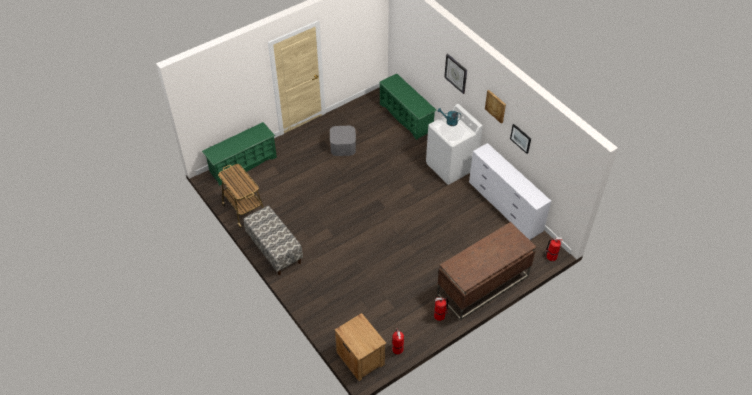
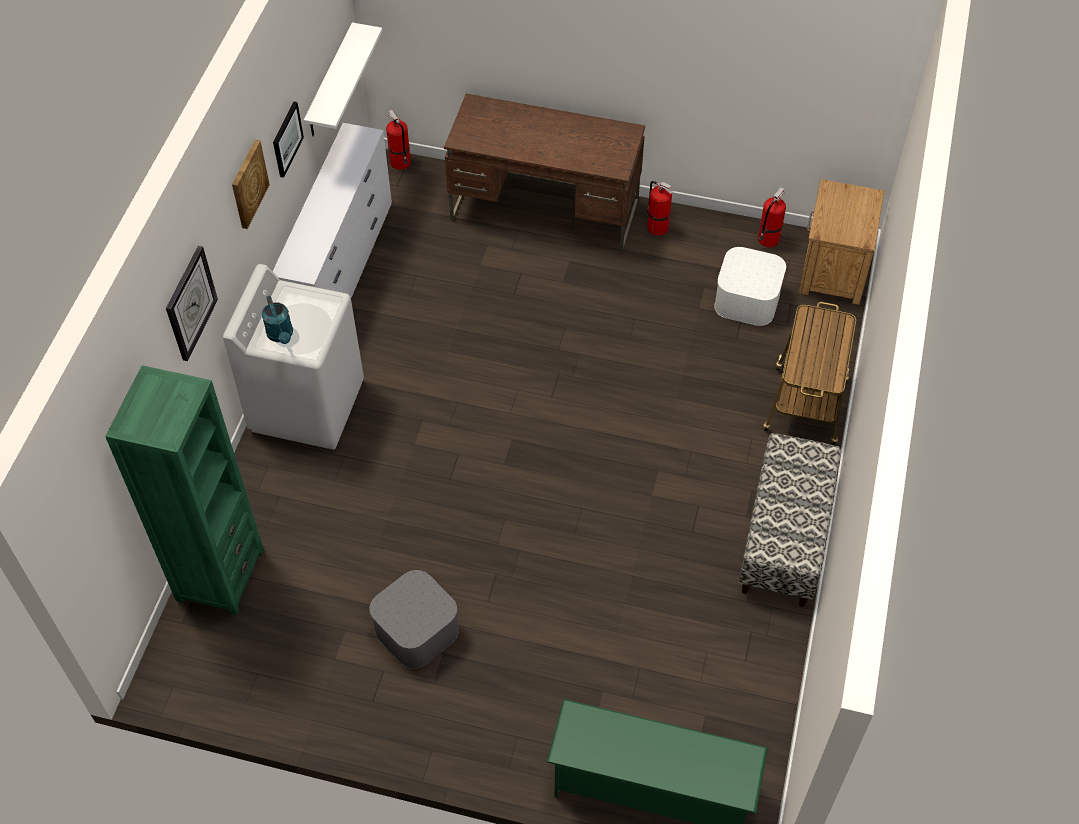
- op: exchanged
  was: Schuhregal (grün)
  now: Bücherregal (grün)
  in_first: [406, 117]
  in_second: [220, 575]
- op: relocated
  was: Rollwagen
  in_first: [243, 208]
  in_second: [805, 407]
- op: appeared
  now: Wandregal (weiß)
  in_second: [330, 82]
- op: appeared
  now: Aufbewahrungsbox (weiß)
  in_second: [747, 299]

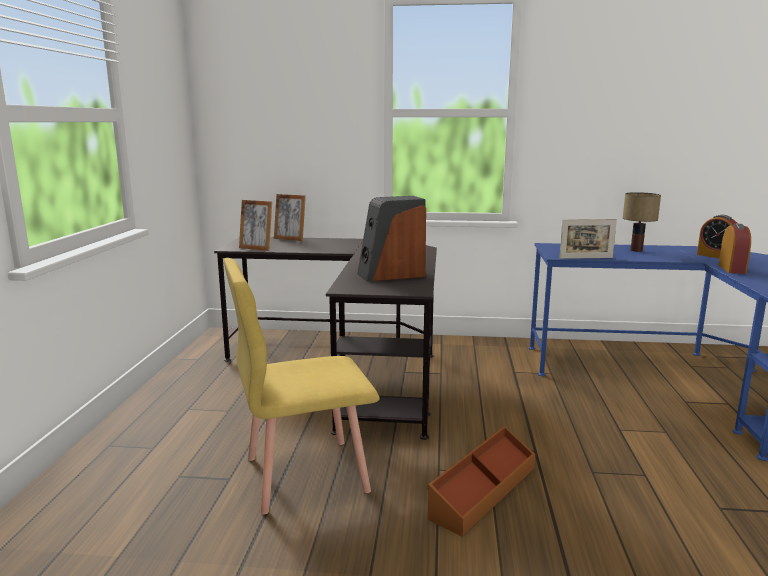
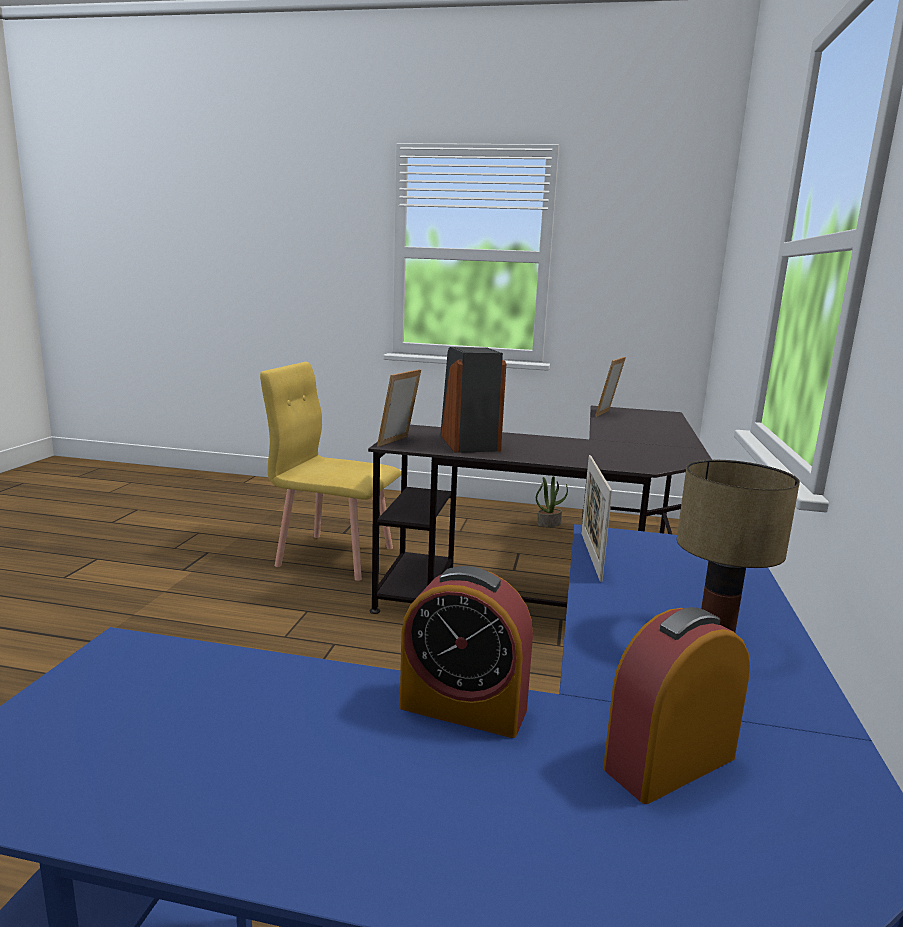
- op: relocated
  was: Bilderrahmen
  in_first: [290, 239]
  in_second: [398, 442]
- op: spun
  was: Stuhl (gelb)
  in_first: [304, 474]
  in_second: [335, 556]
  clockwise: -60
- op: missing
  was: Aufbewahrungsbox (braun)
  in_first: [482, 491]
- op: appeared
  now: Topfpflanze
  in_second: [548, 523]

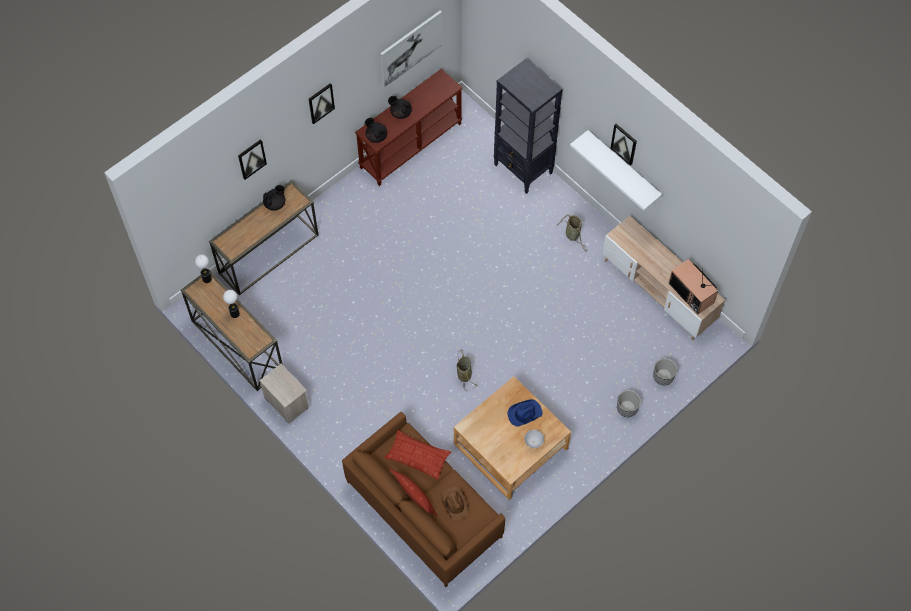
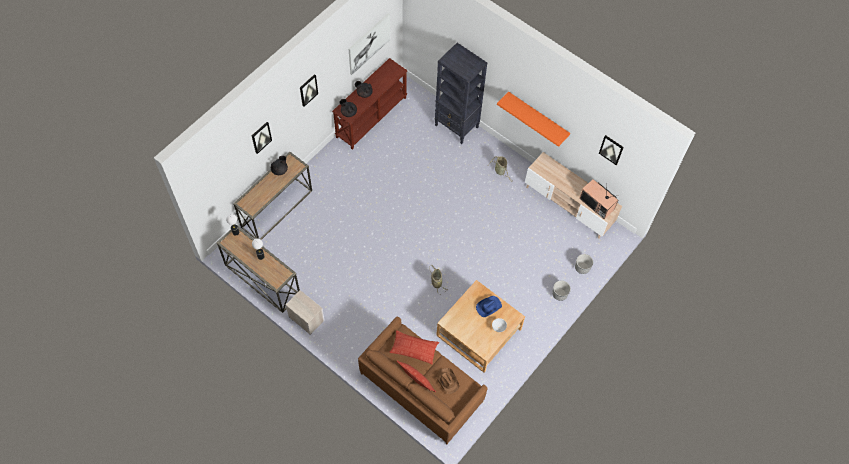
- op: relocated
  was: Bild
  in_first: [624, 144]
  in_second: [611, 149]
- op: colour
  was: Wandregal (weiß)
  now: Wandregal (orange)
  in_first: [623, 167]
  in_second: [538, 116]

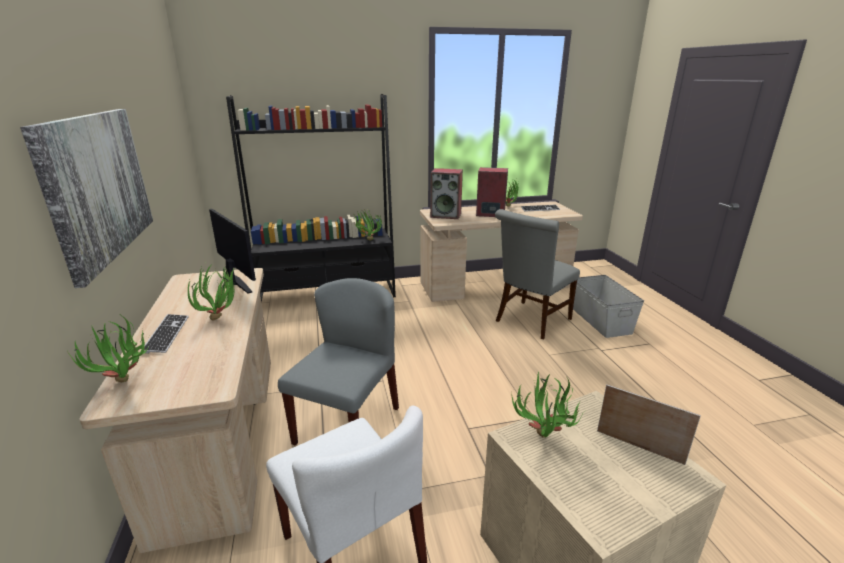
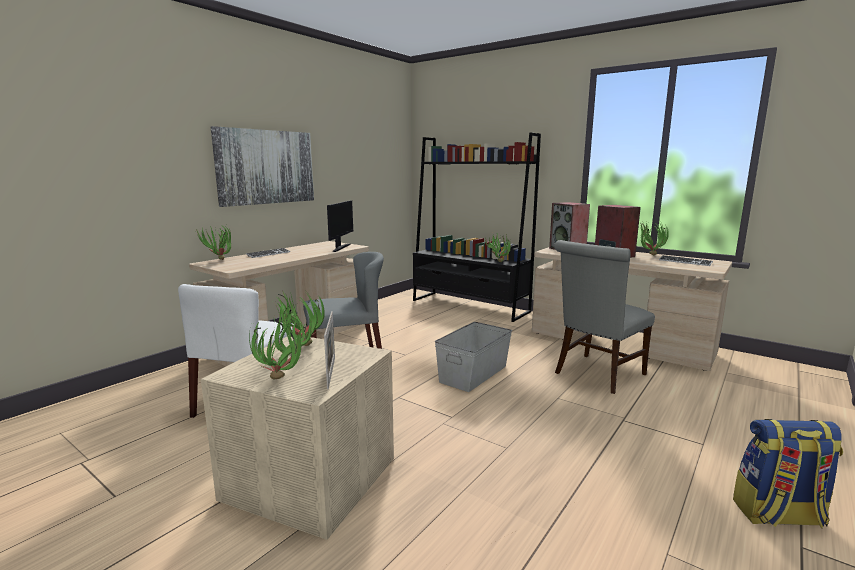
- op: spun
  was: Stuhl (grau)
  in_first: [530, 321]
  in_second: [596, 375]
  clockwise: -45
- op: relocated
  was: Topfpflanze
  in_first: [222, 318]
  in_second: [284, 380]
- op: relocated
  was: Aufbewahrungsbox (grau)
  in_first: [600, 320]
  in_second: [472, 374]
- op: appeared
  now: Rucksack
  in_second: [778, 515]

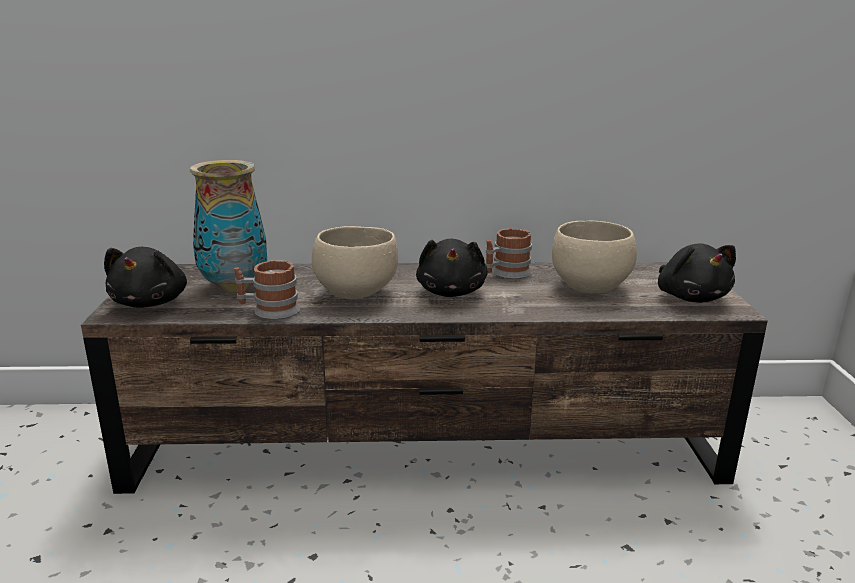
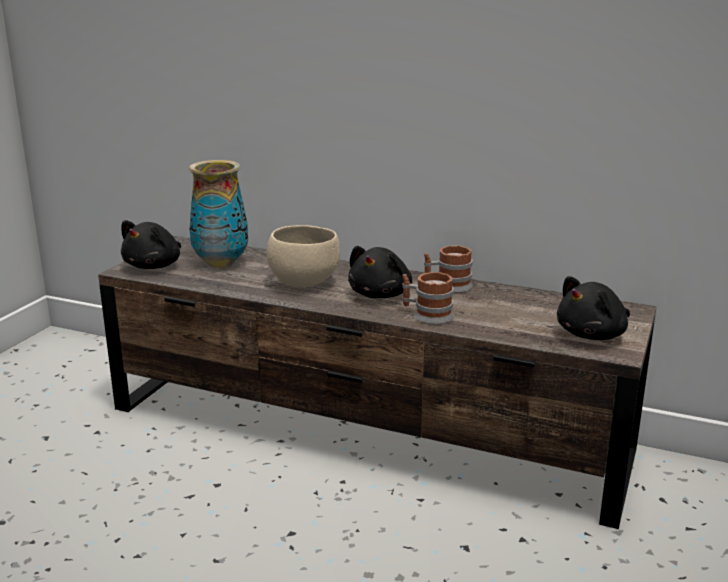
- op: missing
  was: Schüssel (beige)
  in_first: [588, 287]
- op: spun
  was: Plüschtier (schwarz)
  in_first: [690, 297]
  in_second: [593, 335]
  clockwise: 45
- op: relocated
  was: Henkelbecher
  in_first: [269, 311]
  in_second: [427, 315]

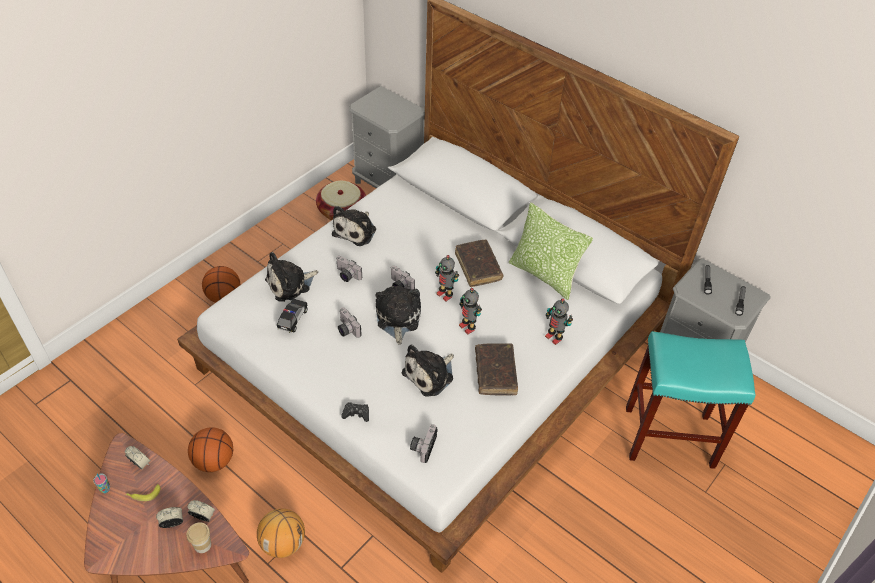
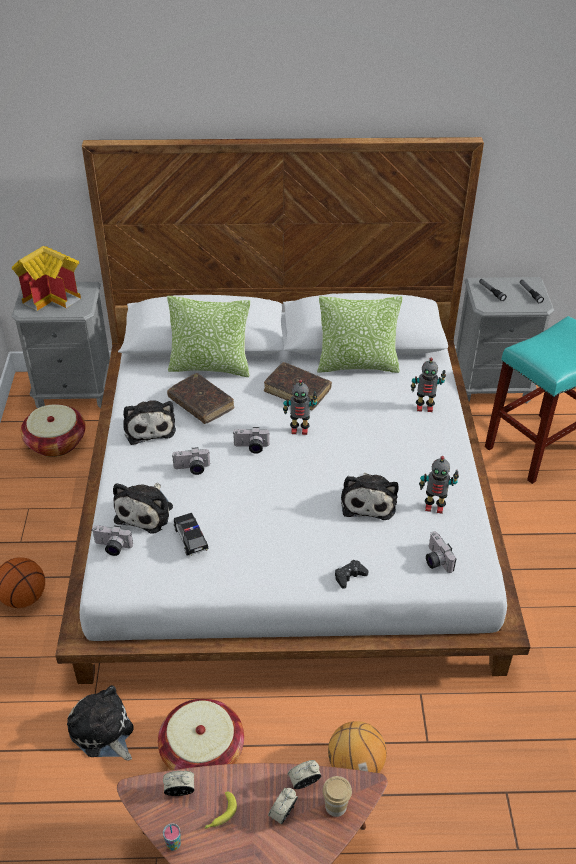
- op: relocated
  was: Plüschtier
  in_first: [397, 319]
  in_second: [103, 732]
- op: relocated
  was: Spielzeugroboter
  in_first: [468, 327]
  in_second: [434, 506]
- op: relocated
  was: Kamera
  in_first: [346, 329]
  in_second: [112, 547]
- op: relocated
  was: Buch (braun)
  in_first: [495, 373]
  in_second: [201, 404]
- op: exchanged
  was: Basketball
  now: Korb
  in_first: [214, 461]
  in_second: [202, 751]
- op: appeared
  now: Spielzeughaus
  in_second: [53, 297]
- op: appeared
  now: Kissen
  in_second: [210, 367]

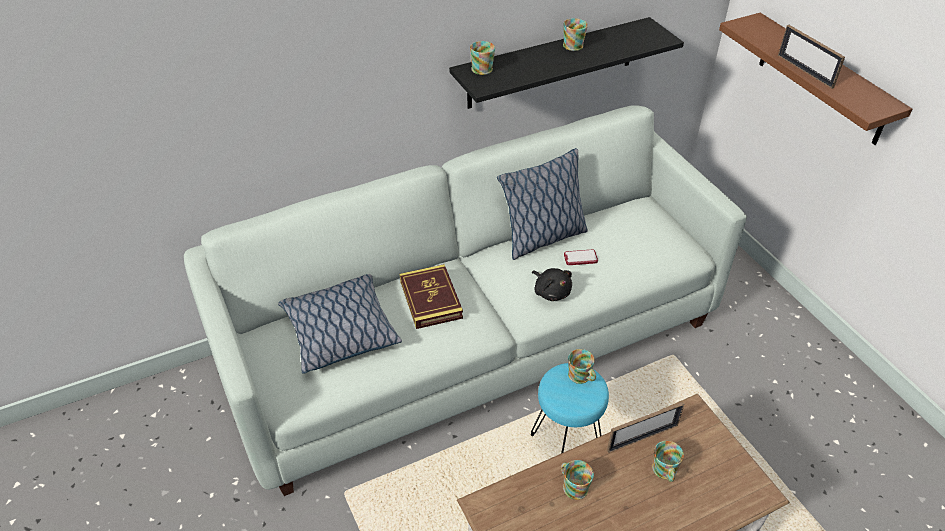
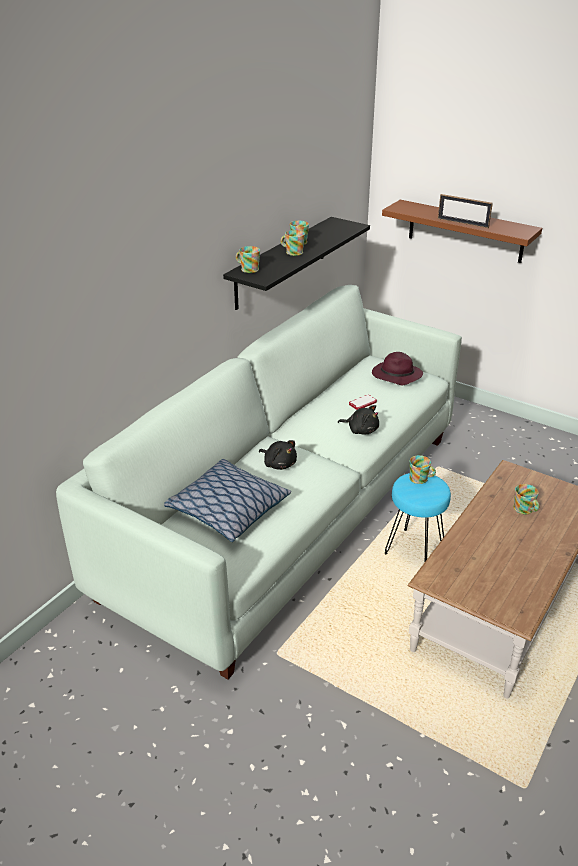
- op: missing
  was: Kissen
  in_first: [542, 238]
- op: exchanged
  was: Buch
  now: Plüschtier (schwarz)
  in_first: [430, 299]
  in_second: [279, 464]
- op: missing
  was: Bilderrahmen
  in_first: [642, 437]
- op: relocated
  was: Henkelbecher
  in_first: [573, 485]
  in_second: [292, 252]
- op: appeared
  now: Hut (lila)
  in_second: [396, 376]

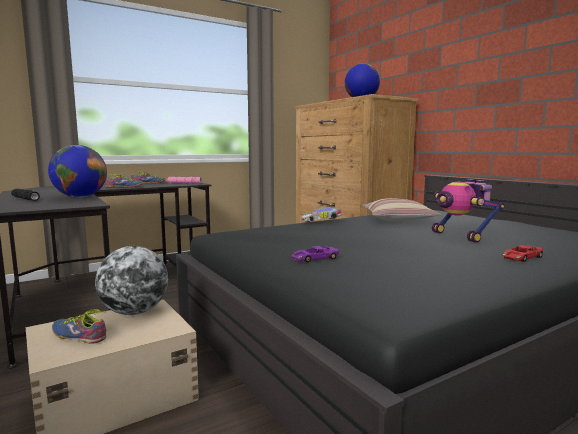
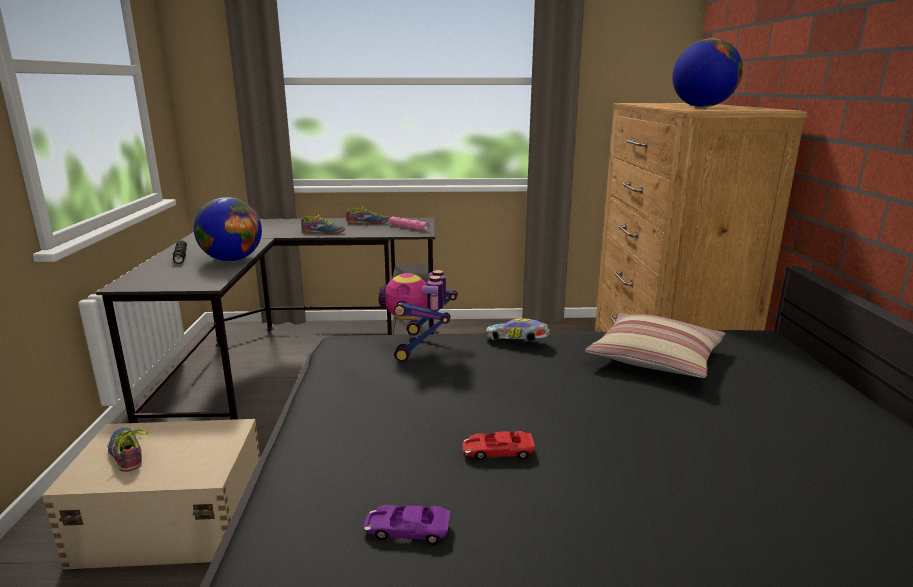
- op: relocated
  was: Spielzeugroboter
  in_first: [460, 236]
  in_second: [419, 346]
- op: relocated
  was: Spielzeugauto (rot)
  in_first: [521, 258]
  in_second: [497, 451]
- op: missing
  was: Globus
  in_first: [135, 312]
- op: relocated
  was: Spielzeugauto (lila)
  in_first: [314, 258]
  in_second: [407, 529]

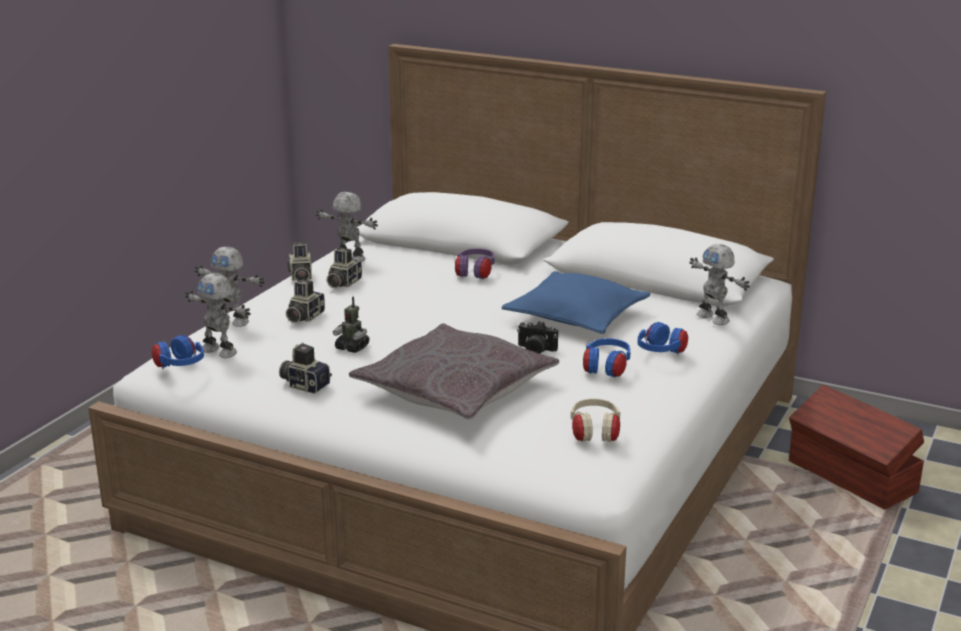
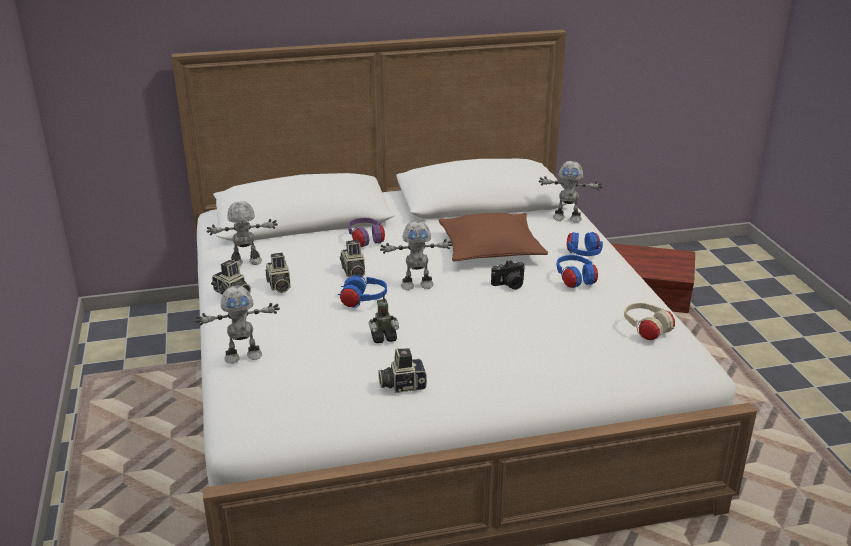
- op: colour
  was: Kissen (blau)
  now: Kissen (braun)
  in_first: [576, 317]
  in_second: [490, 249]
- op: relocated
  was: Spielzeugroboter
  in_first: [220, 351]
  in_second: [417, 285]
- op: relocated
  was: Kamera
  in_first: [304, 317]
  in_second: [353, 272]
- op: missing
  was: Kissen (grau)
  in_first: [455, 389]
- op: relocated
  was: Kopfhörer (blau)
  in_first: [180, 367]
  in_second: [363, 302]

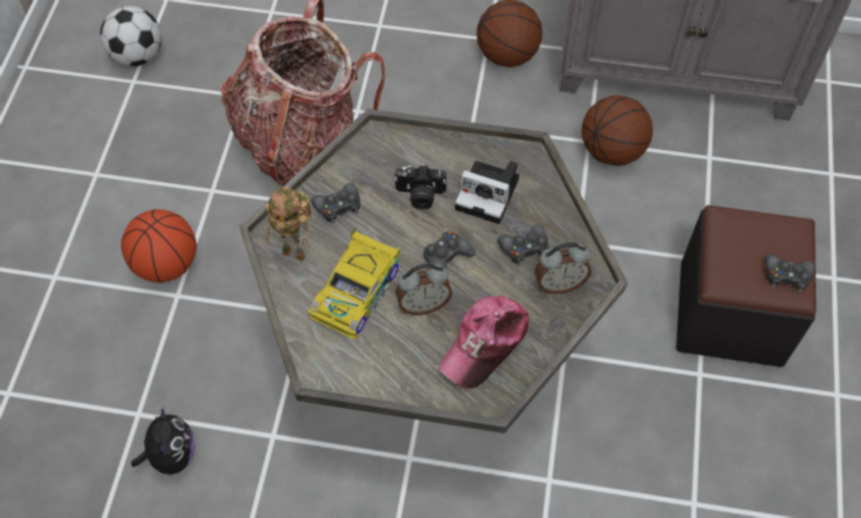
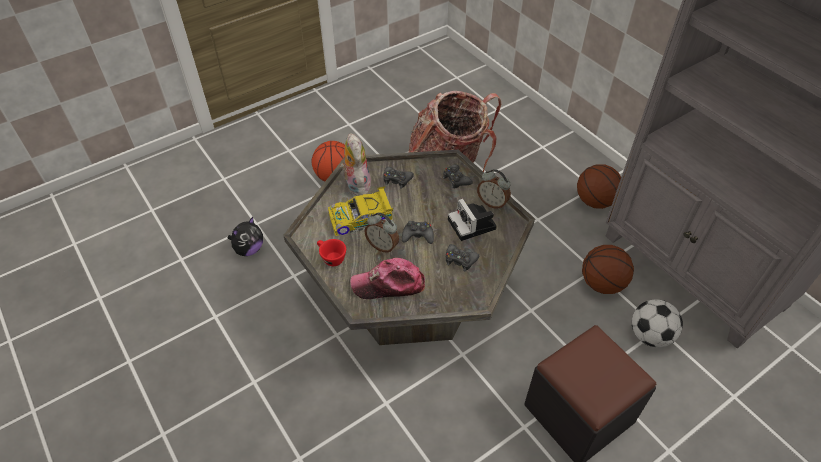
- op: relocated
  was: Fußball
  in_first: [138, 56]
  in_second: [650, 336]
- op: missing
  was: Kamera
  in_first: [420, 195]
- op: exchanged
  was: Spielzeugroboter
  now: Plüschtier
  in_first: [296, 253]
  in_second: [356, 184]
- op: relocated
  was: Wecker
  in_first: [559, 283]
  in_second: [492, 203]
- op: relocated
  was: Gamepad (schwarz)
  in_first: [786, 276]
  in_second: [456, 180]
- op: appeared
  now: Tasse (rot)
  in_second: [330, 258]

